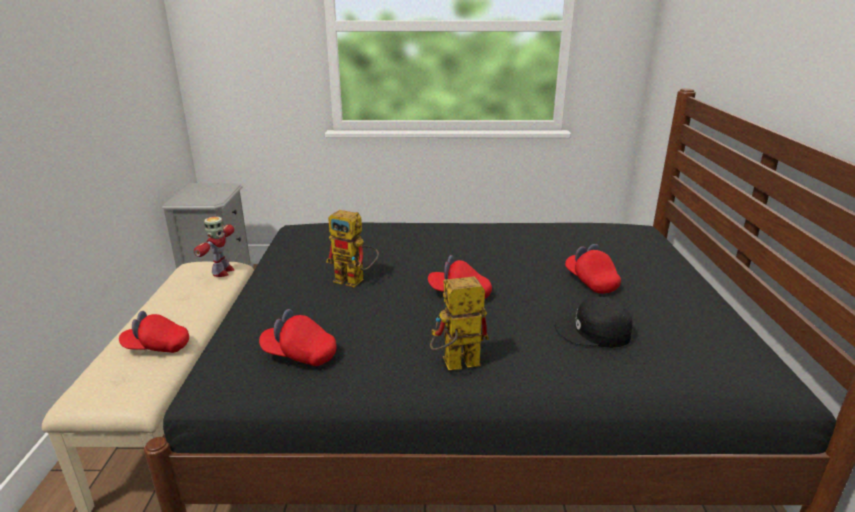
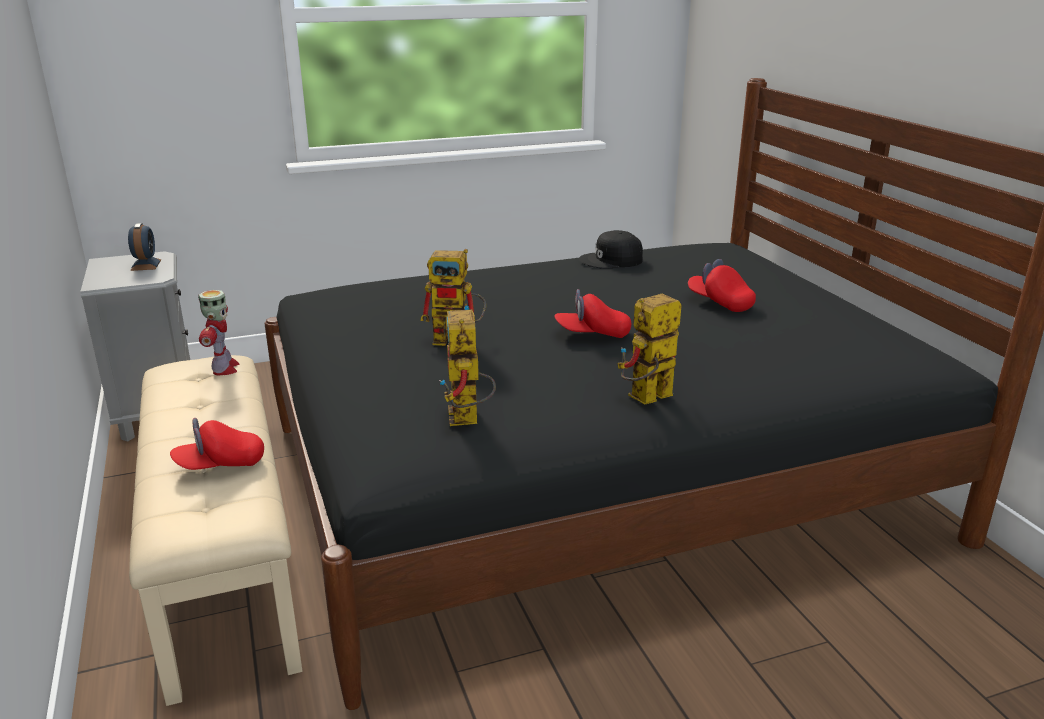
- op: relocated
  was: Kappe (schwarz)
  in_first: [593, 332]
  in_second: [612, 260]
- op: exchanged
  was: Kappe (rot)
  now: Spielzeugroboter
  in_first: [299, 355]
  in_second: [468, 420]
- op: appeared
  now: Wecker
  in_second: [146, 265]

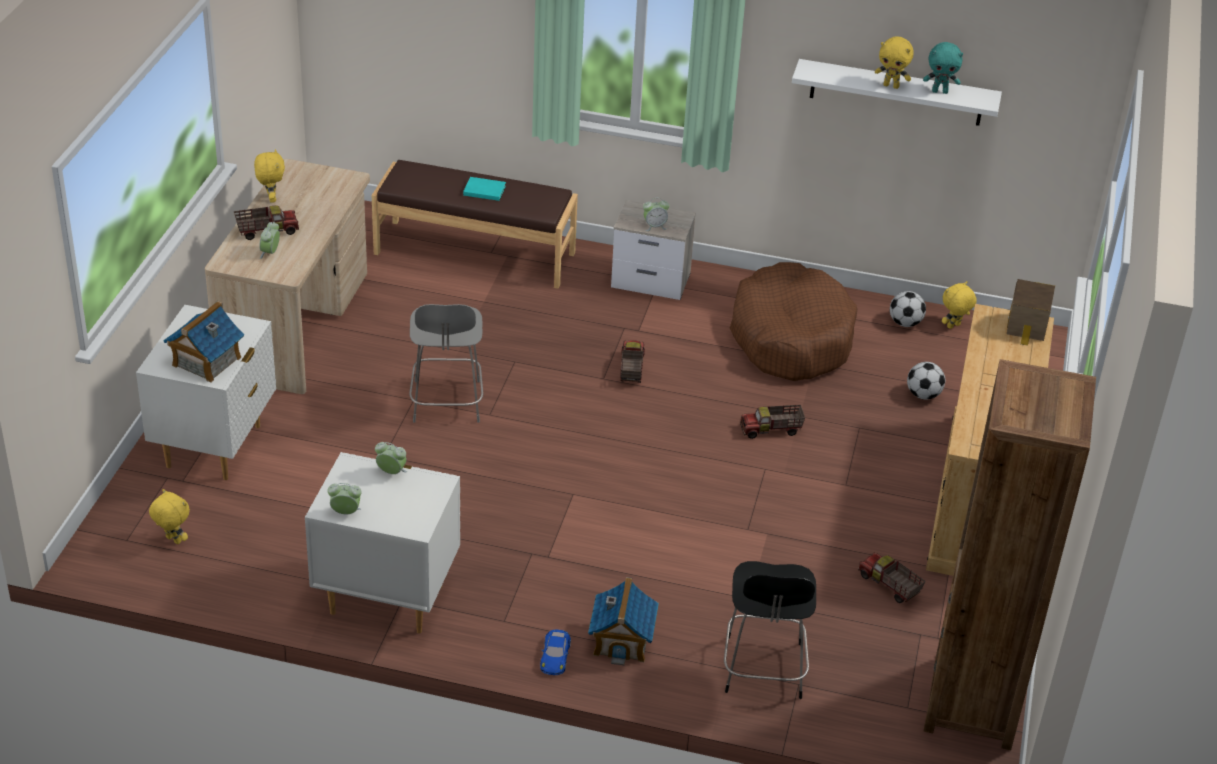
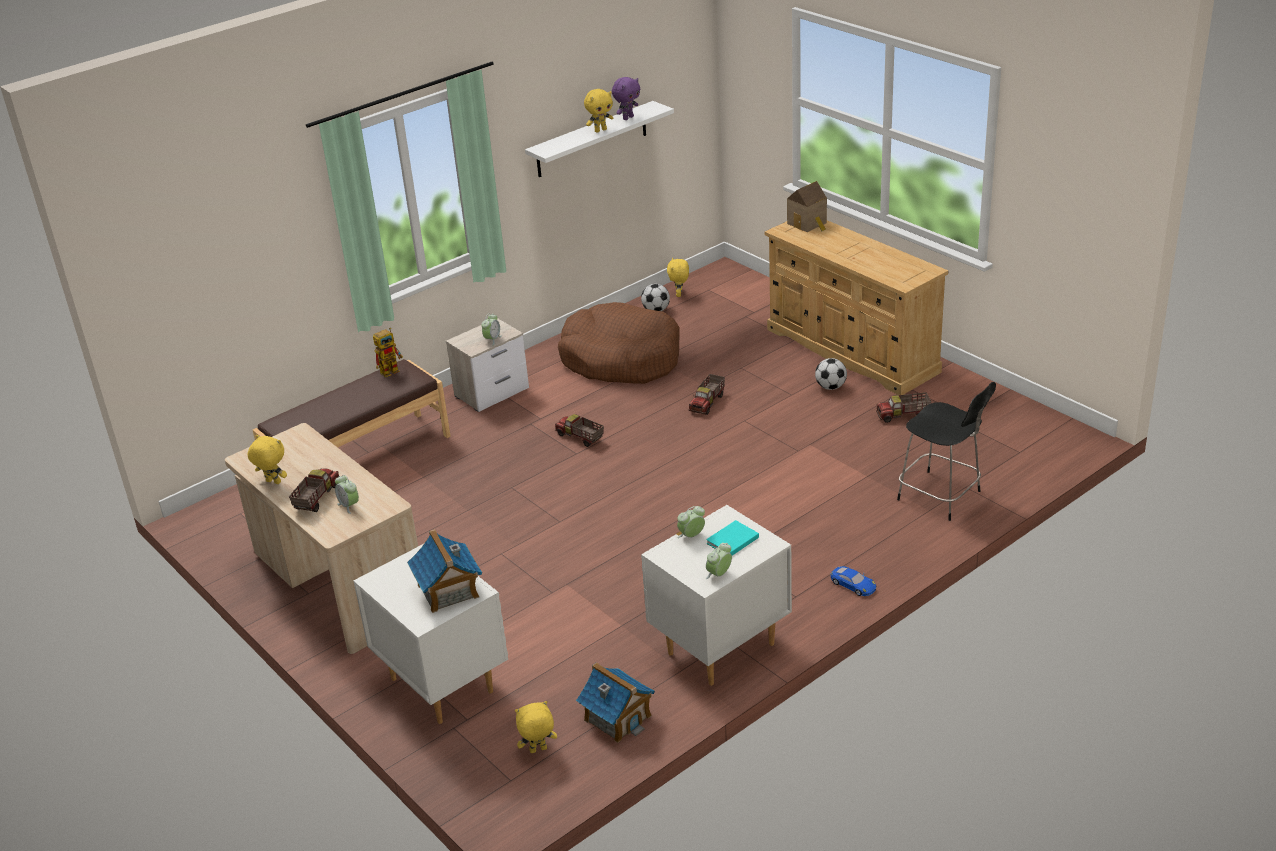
- op: colour
  was: Plüschtier (türkis)
  now: Plüschtier (lila)
  in_first: [940, 91]
  in_second: [628, 118]
- op: relocated
  was: Buch (türkis)
  in_first: [483, 190]
  in_second: [731, 541]
- op: missing
  was: Stuhl (grau)
  in_first: [446, 403]
- op: missing
  was: Bücherregal (braun)
  in_first: [972, 703]
- op: relocated
  was: Fußball
  in_first: [923, 395]
  in_second: [831, 387]
- op: relocated
  was: Spielzeughaus
  in_first: [622, 640]
  in_second: [617, 717]
- op: appeared
  now: Spielzeugroboter
  in_second: [392, 370]

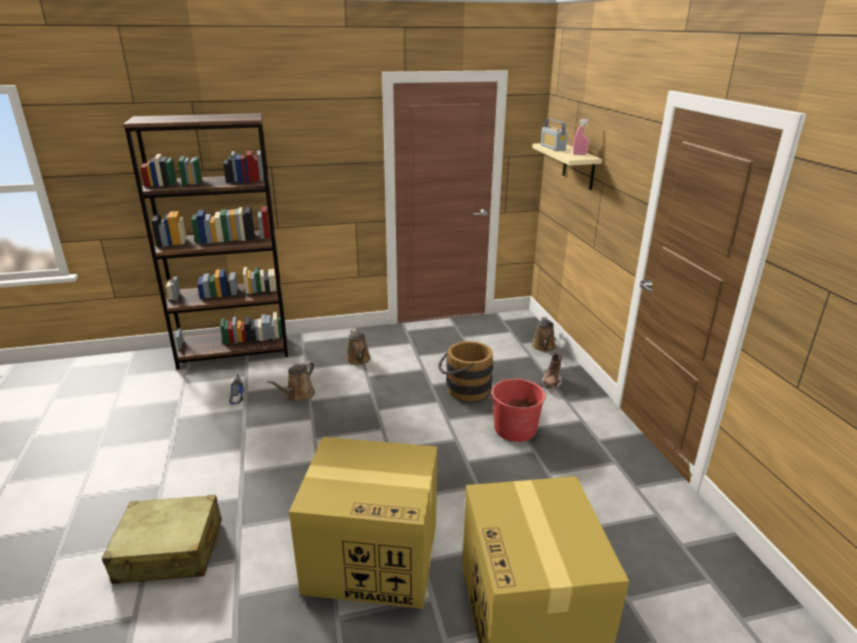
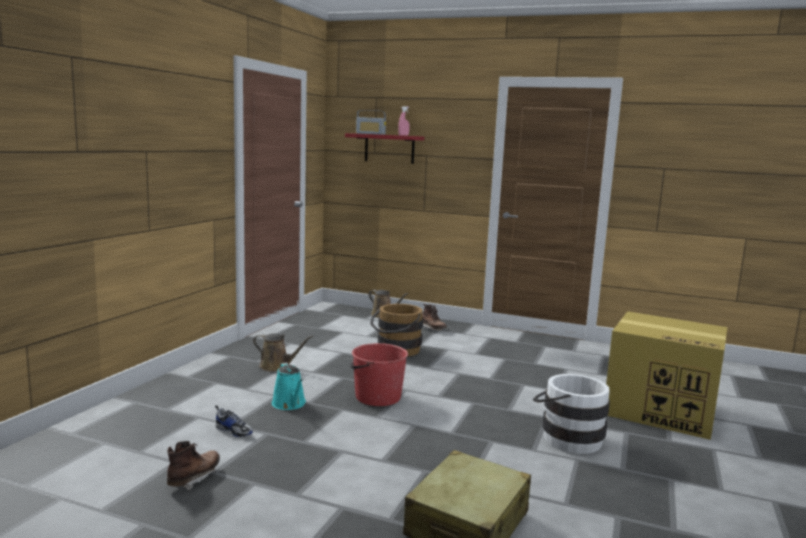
- op: missing
  was: Bücherregal (braun)
  in_first: [234, 352]
- op: colour
  was: Wandregal (beige)
  now: Wandregal (rot)
  in_first: [578, 166]
  in_second: [389, 148]
- op: colour
  was: Gießkanne (braun)
  now: Gießkanne (türkis)
  in_first: [298, 395]
  in_second: [289, 404]
- op: relocated
  was: Eimer (rot)
  in_first: [514, 428]
  in_second: [377, 397]
- op: exchanged
  was: Karton
  now: Eimer (weiß)
  in_first: [374, 556]
  in_second: [566, 438]
- op: appeared
  now: Stiefel (braun)
  in_second: [194, 478]

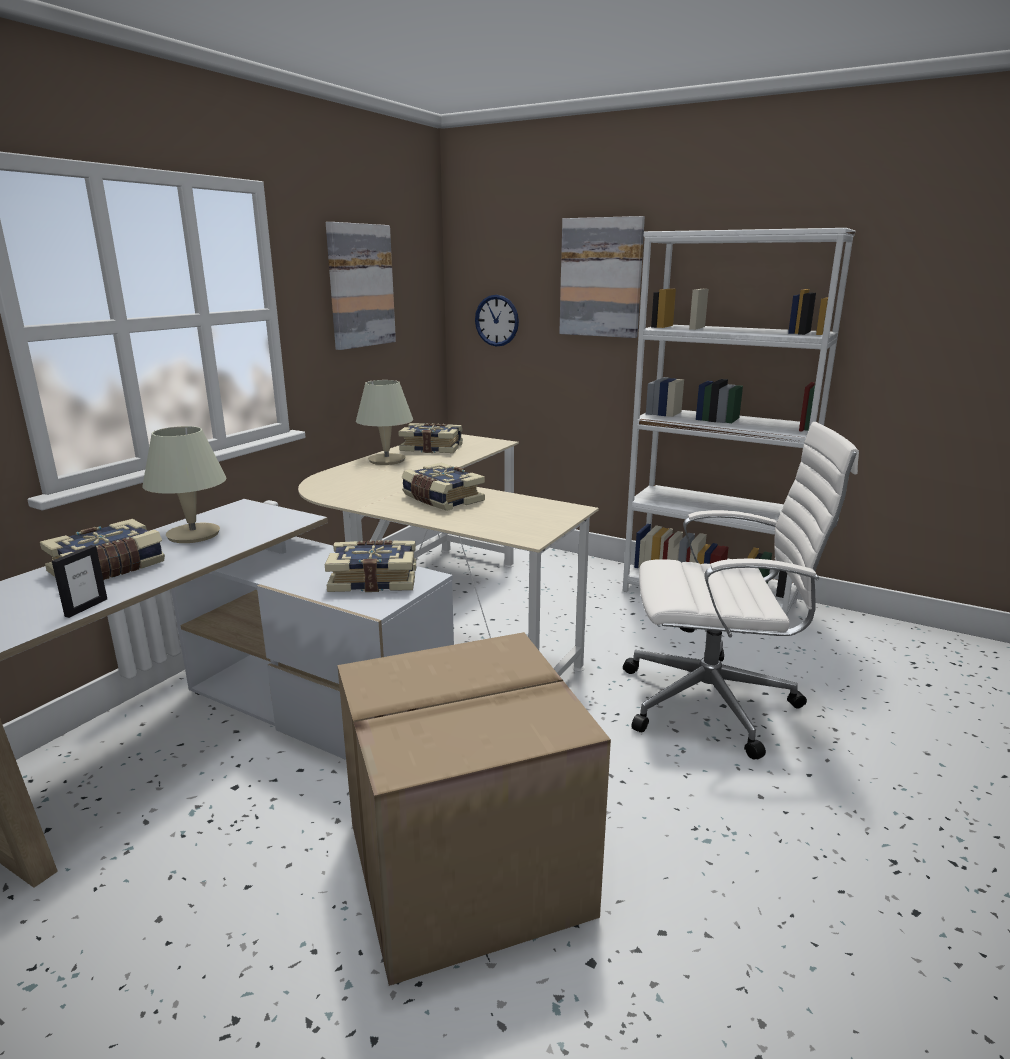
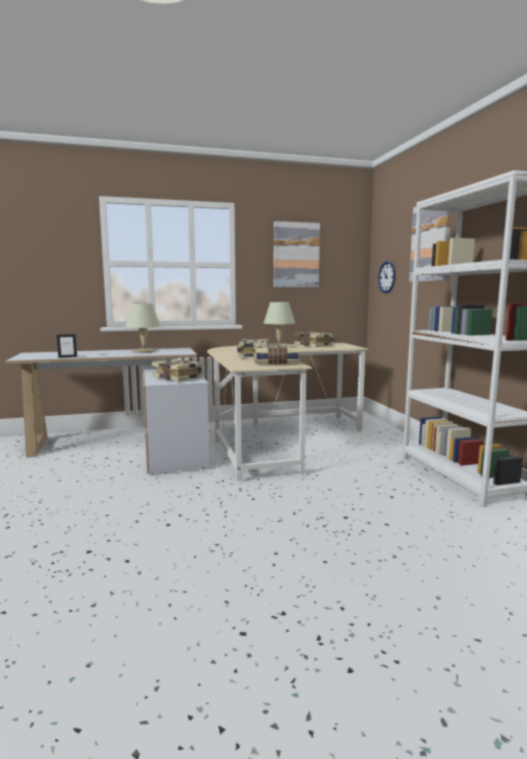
- op: missing
  was: Bürostuhl (weiß)
  in_first: [714, 703]
- op: relocated
  was: Buch
  in_first: [108, 569]
  in_second: [276, 363]
- op: missing
  was: Karton
  in_first: [464, 871]

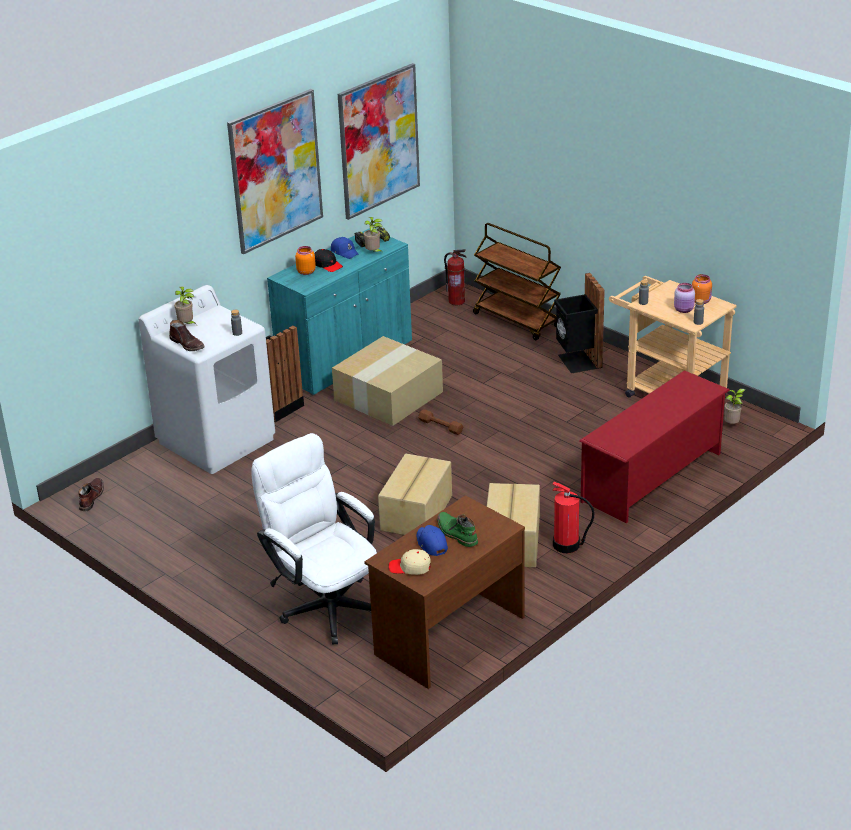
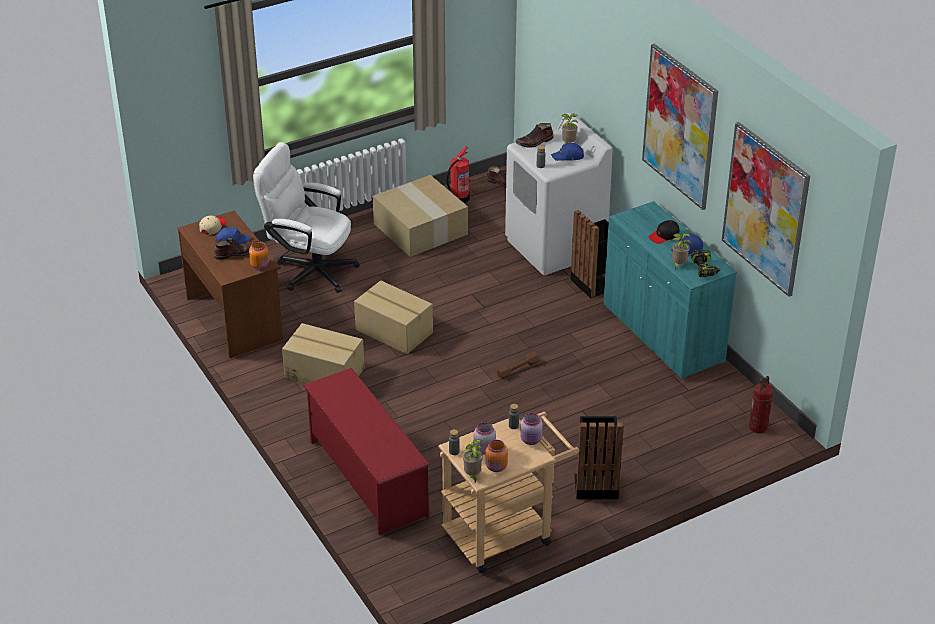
- op: missing
  was: Rollwagen (braun)
  in_first: [517, 320]
- op: relocated
  was: Vorratsglas (orange)
  in_first: [306, 272]
  in_second: [260, 265]
- op: relocated
  was: Karton
  in_first: [388, 395]
  in_second: [422, 229]
- op: relocated
  was: Topfpflanze
  in_first: [732, 425]
  in_second: [472, 476]
- op: spun
  was: Bürostuhl (weiß)
  in_first: [325, 603]
  in_second: [309, 269]
  clockwise: -135
- op: relocated
  was: Feuerlöscher
  in_first: [567, 545]
  in_second: [458, 198]
- op: colour
  was: Stiefel (grün)
  now: Stiefel (braun)
  in_first: [456, 533]
  in_second: [235, 253]
- op: appeared
  now: Kappe (blau)
  in_second: [568, 156]
- op: appeared
  now: Vorratsglas (rosa)
  in_second: [531, 440]

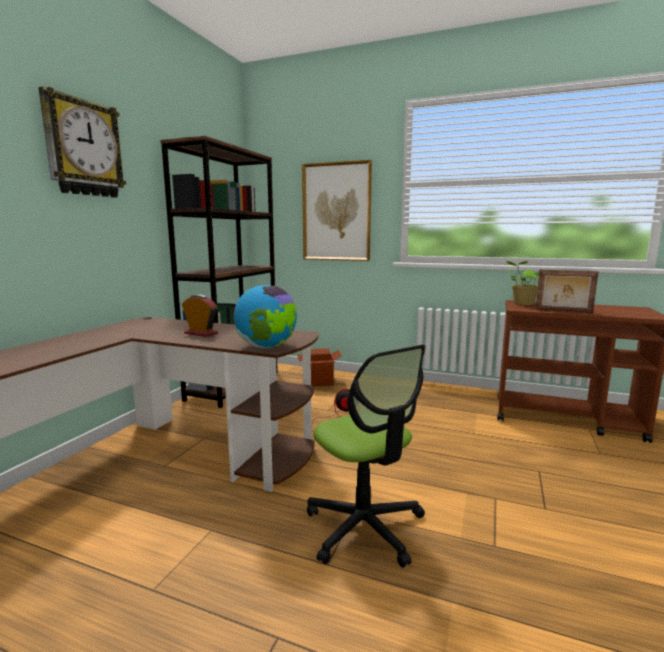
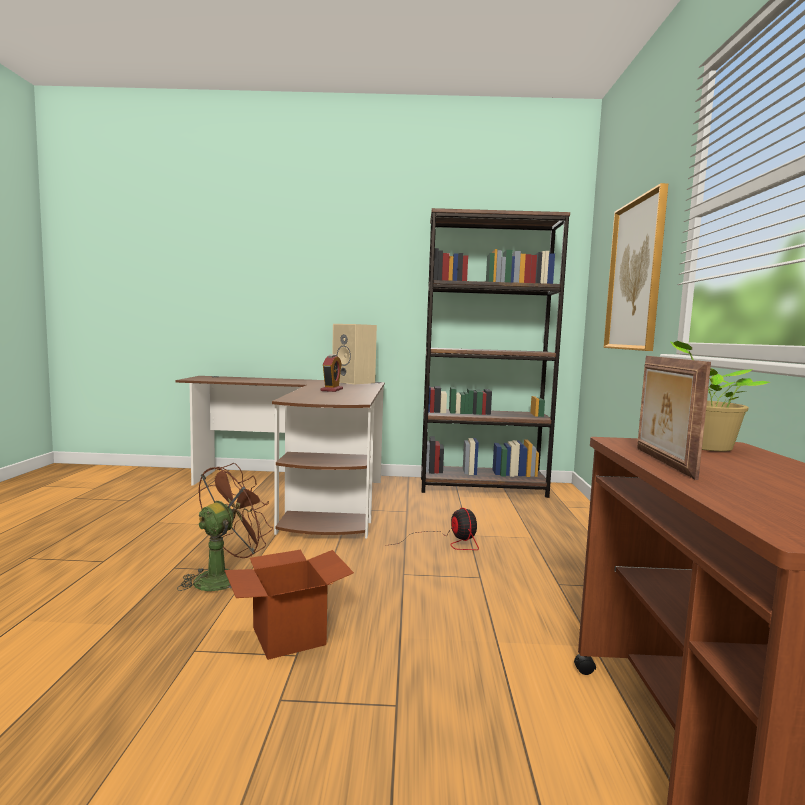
- op: missing
  was: Wanduhr
  in_first: [83, 148]
- op: missing
  was: Globus
  in_first: [266, 347]
- op: exchanged
  was: Bürostuhl
  now: Ventilator (braun)
  in_first: [365, 527]
  in_second: [225, 577]
- op: relocated
  was: Karton
  in_first: [319, 382]
  in_second: [289, 636]
- op: appeared
  now: Lautsprecher (beige)
  in_second: [354, 382]

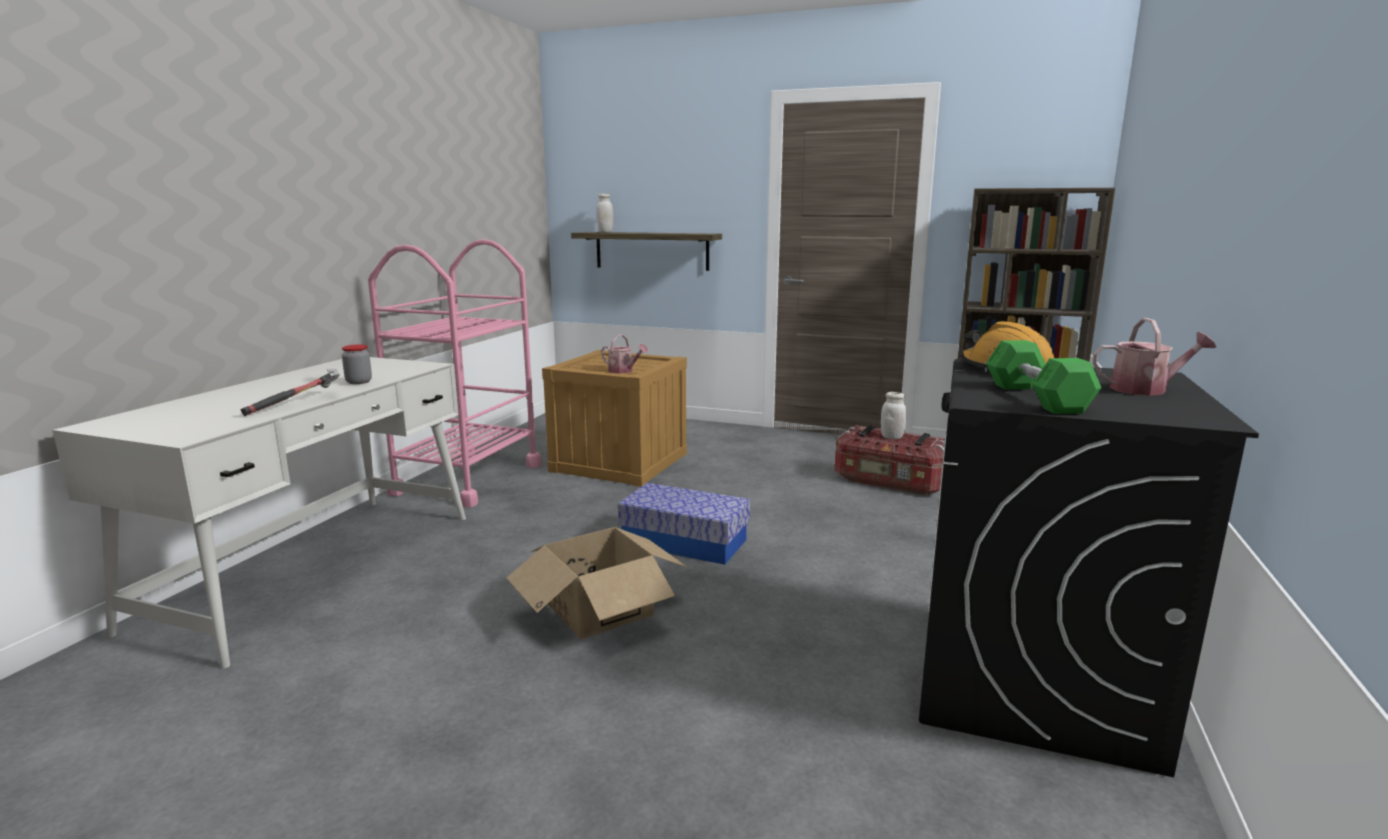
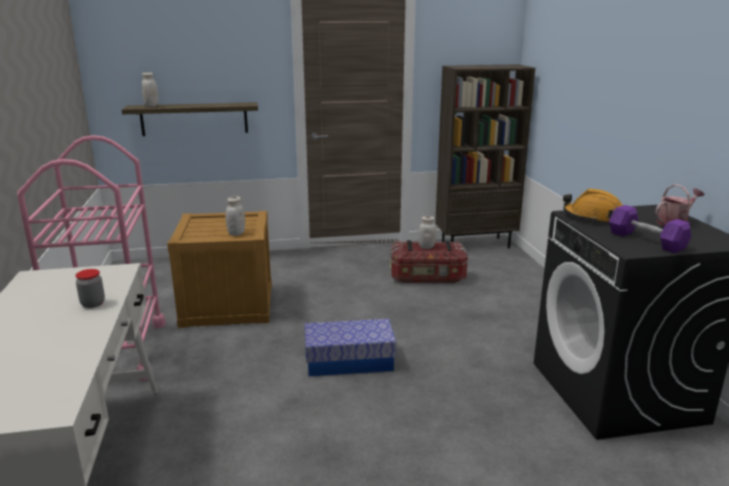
- op: exchanged
  was: Gießkanne
  now: Vorratsglas (weiß)
  in_first: [623, 371]
  in_second: [236, 233]
- op: colour
  was: Hantel (grün)
  now: Hantel (lila)
  in_first: [1036, 398]
  in_second: [646, 241]
- op: missing
  was: Hammer
  in_first: [298, 404]
- op: missing
  was: Karton
  in_first: [599, 609]

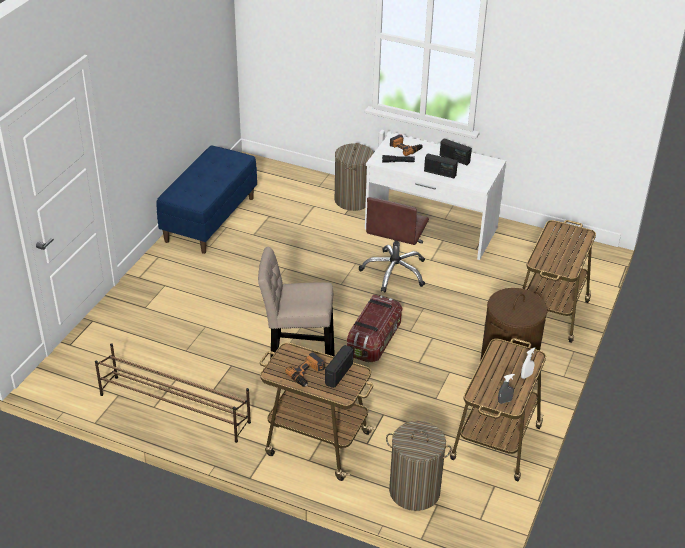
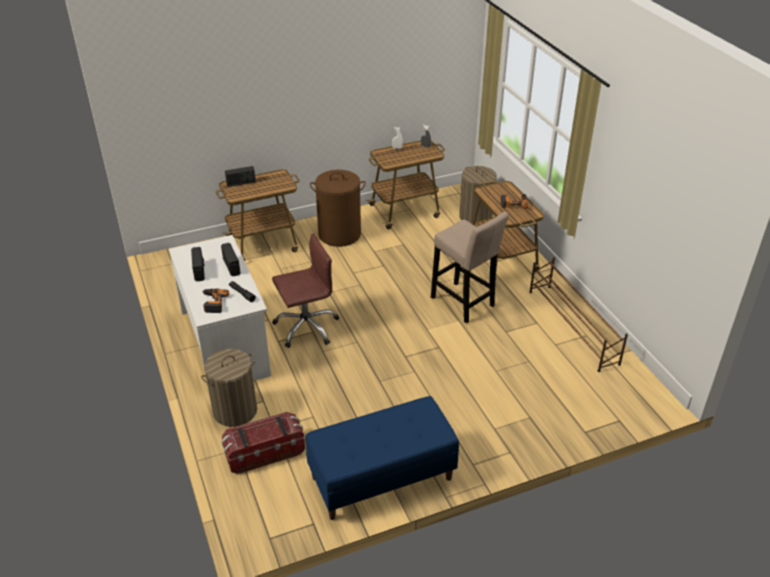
- op: relocated
  was: Aufbewahrungsbox
  in_first: [374, 341]
  in_second: [264, 452]
- op: relocated
  was: Radio
  in_first: [338, 374]
  in_second: [241, 183]

